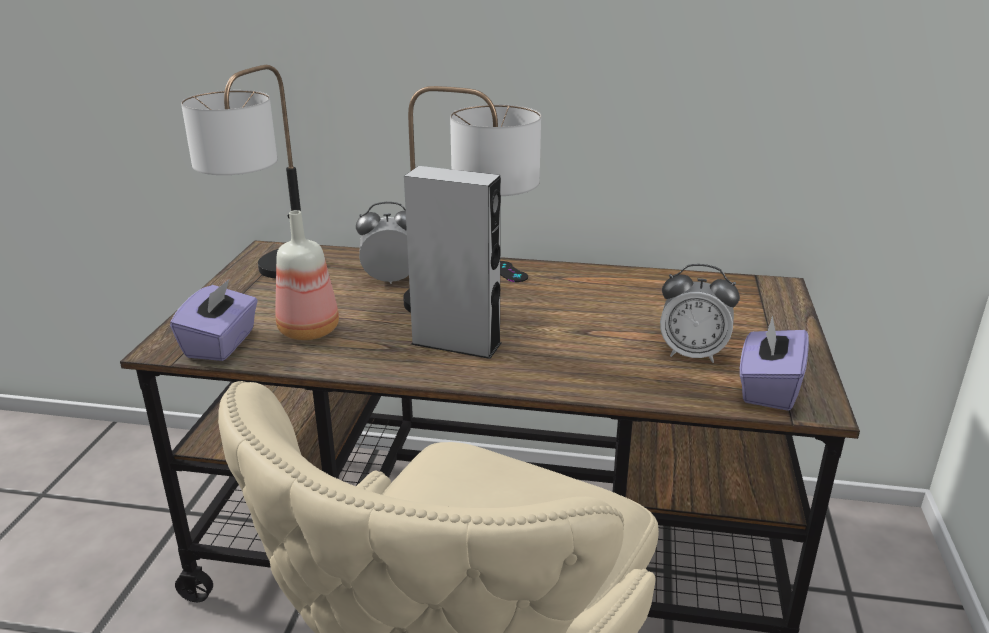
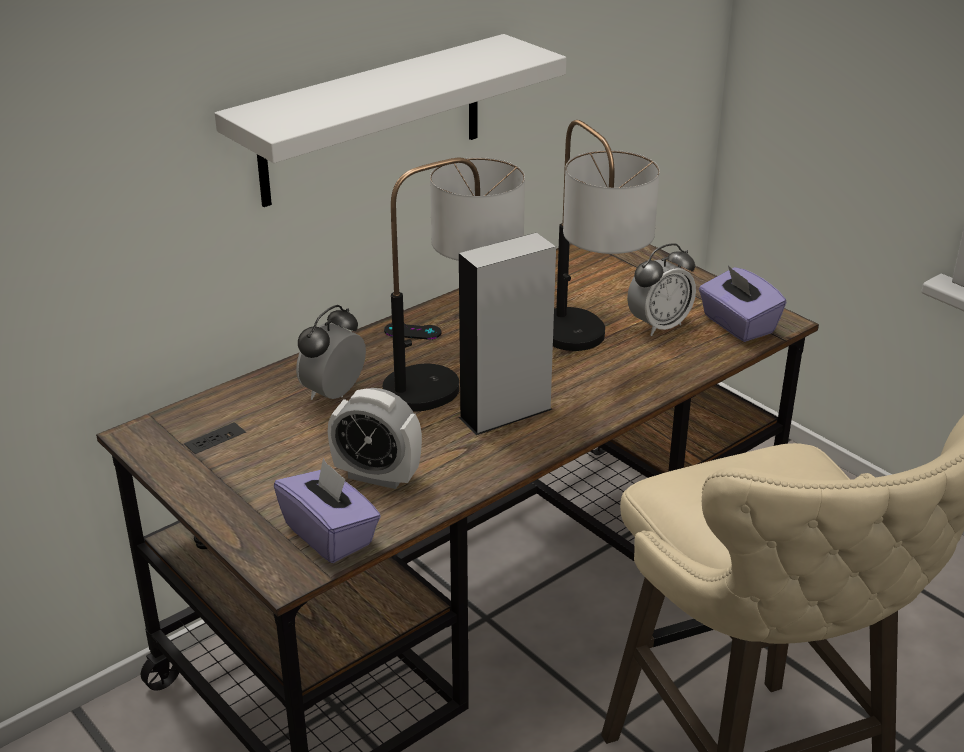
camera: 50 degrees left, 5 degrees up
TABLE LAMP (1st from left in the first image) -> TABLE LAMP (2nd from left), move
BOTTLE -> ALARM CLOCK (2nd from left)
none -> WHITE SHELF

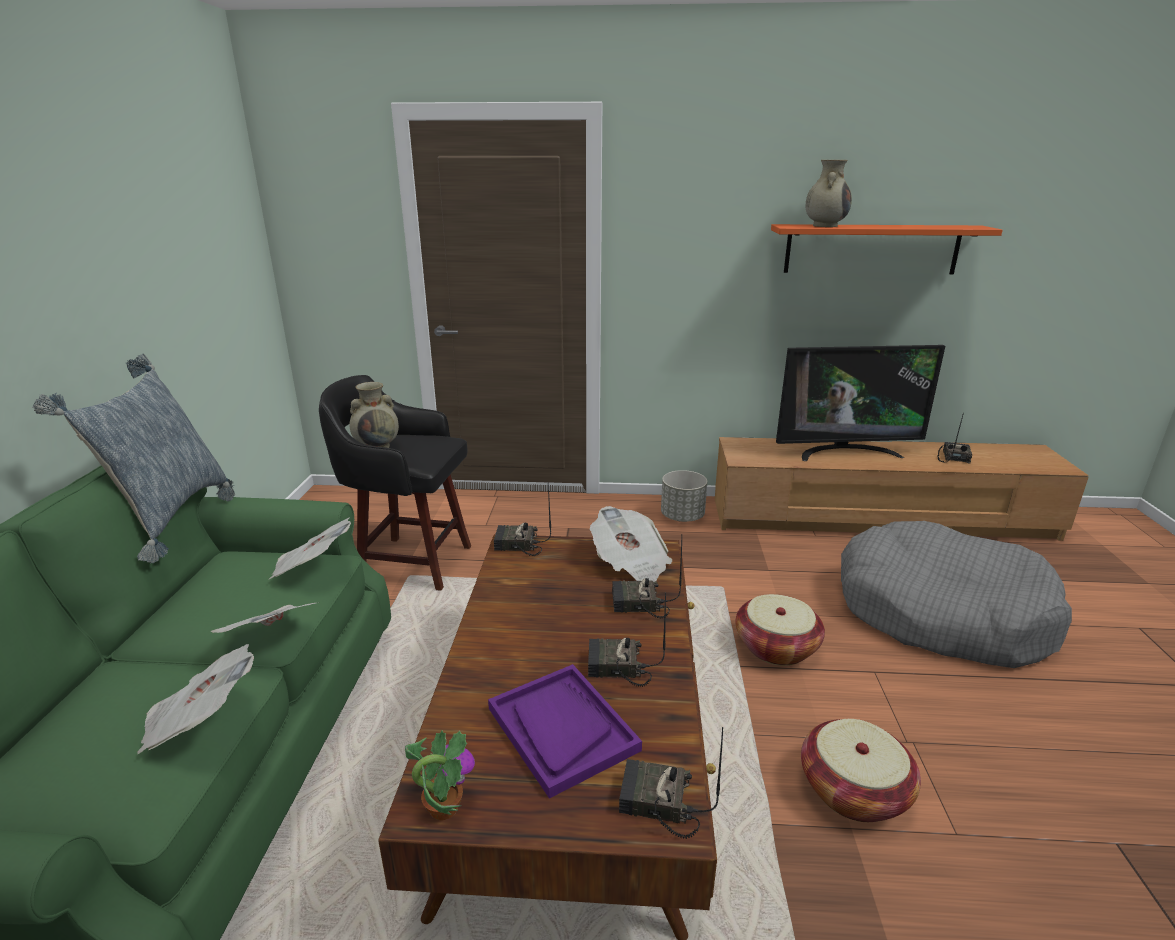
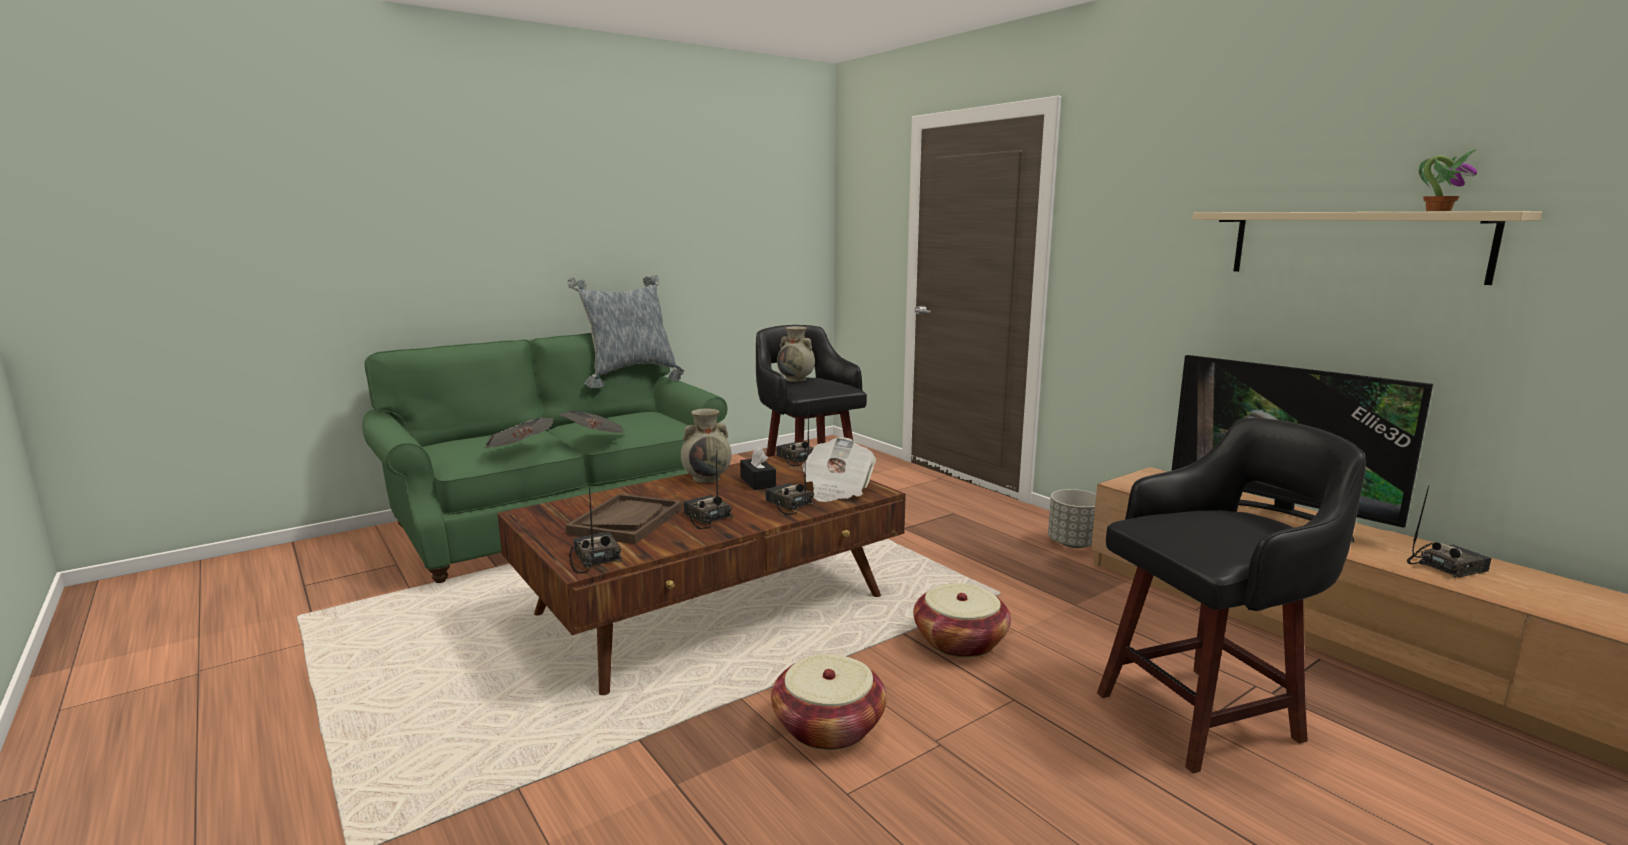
camera: 50 degrees right, 10 degrees down
NEWSPAPER (3rd from left) -> none
POTTED PLANT, move
PURPLE TRAY -> BROWN TRAY
ORANGE SHELF -> BEIGE SHELF
BEIGE VASE (2nd from left in the first image) -> BEIGE VASE (1st from left), move
GREY DOG BED -> BLACK STOOL (2nd from left)
none -> BLACK TISSUE BOX

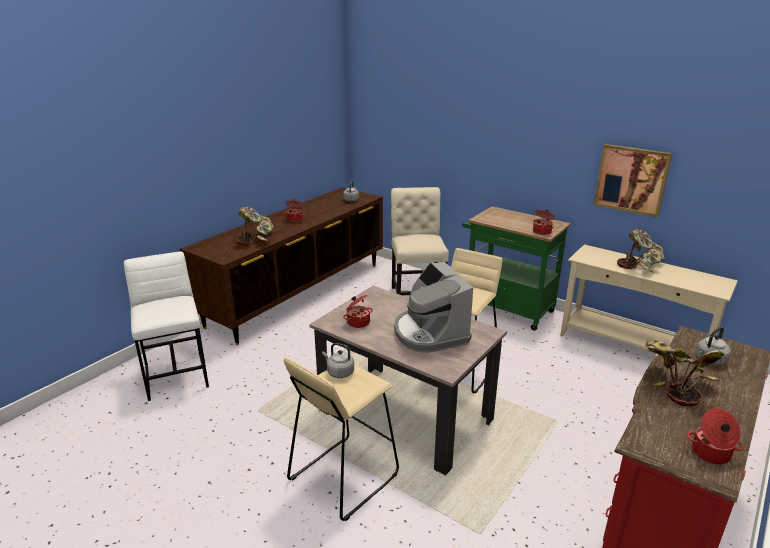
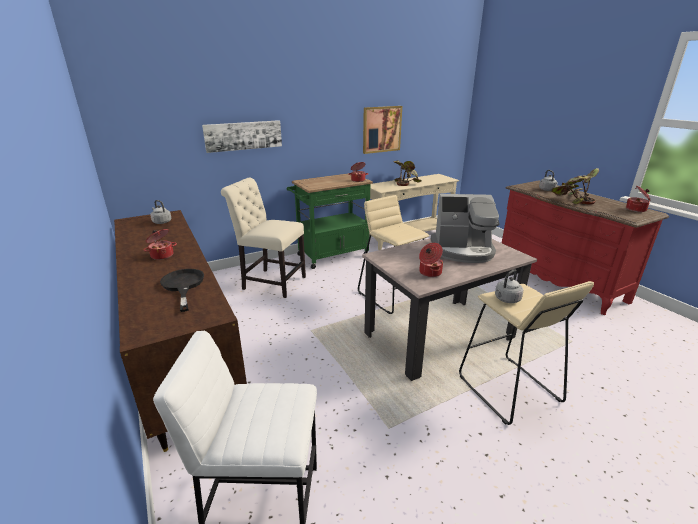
camera: 65 degrees left, 0 degrees up
POTTED PLANT (1st from left) -> BLACK FRYING PAN
none -> PICTURE (1st from left)

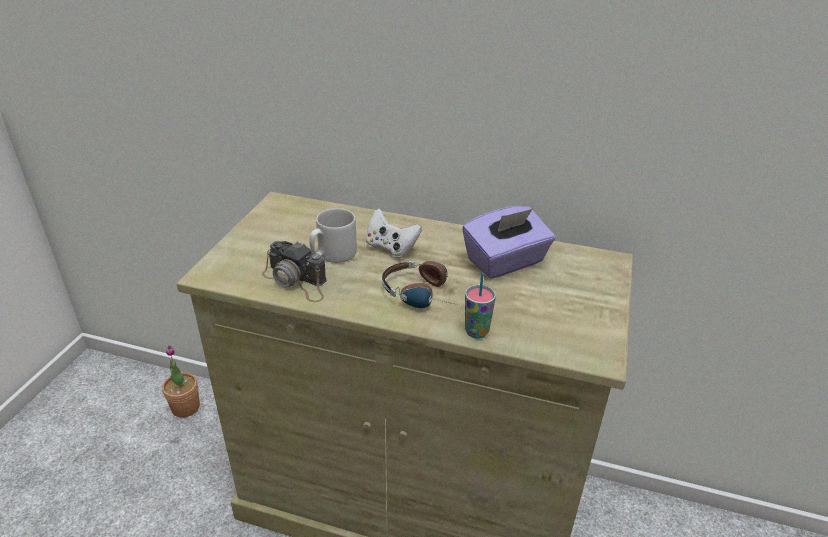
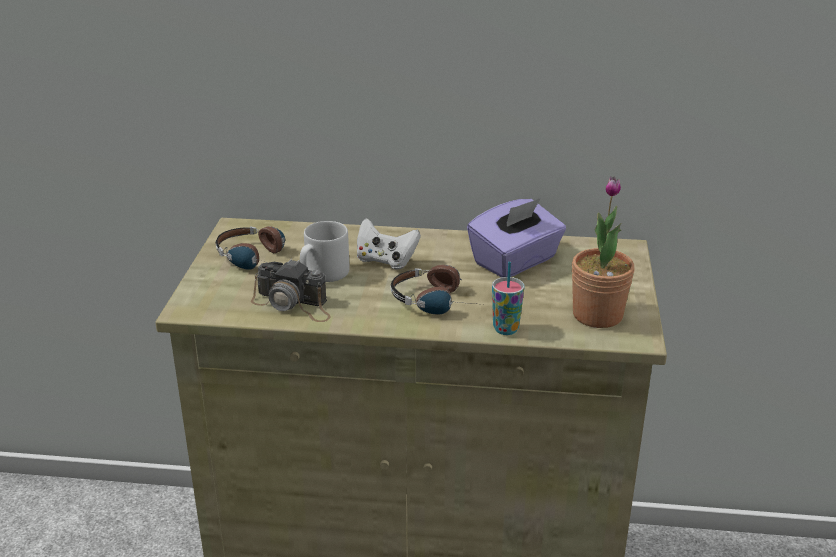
camera: 10 degrees left, 5 degrees down
POTTED PLANT, move
none -> HEADPHONES (1st from left)

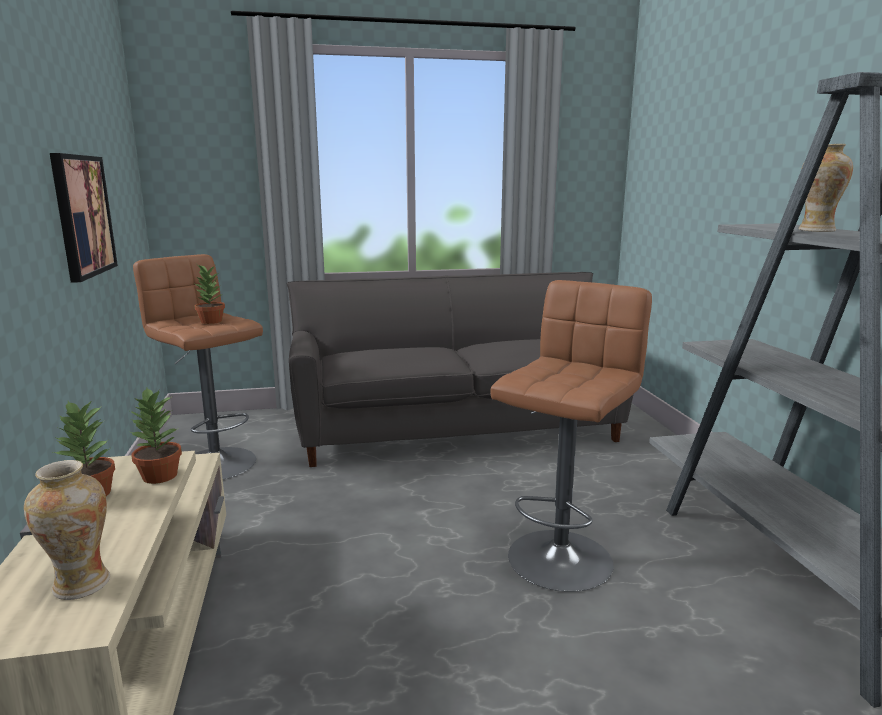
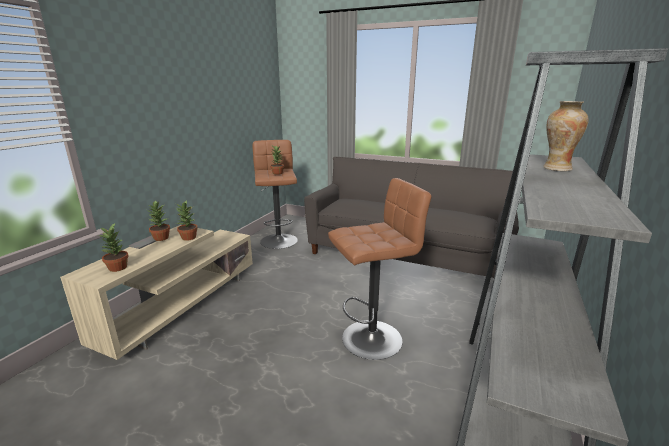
camera: 35 degrees right, 5 degrees up
VASE (1st from left) -> POTTED PLANT (1st from left)
PICTURE -> none

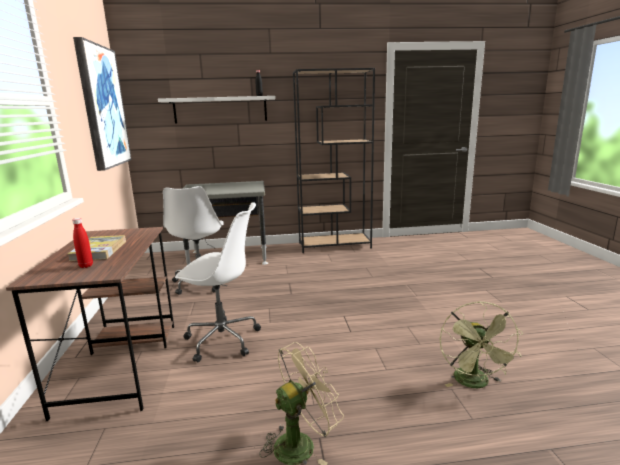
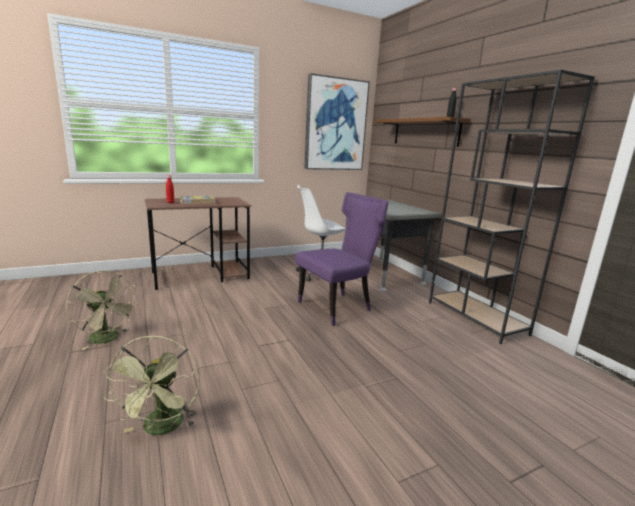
camera: 70 degrees right, 0 degrees up
WHITE SHELF -> BROWN SHELF
WHITE OFFICE CHAIR (2nd from left) -> none
GREEN FAN, 75 degrees counterclockwise
none -> PURPLE CHAIR

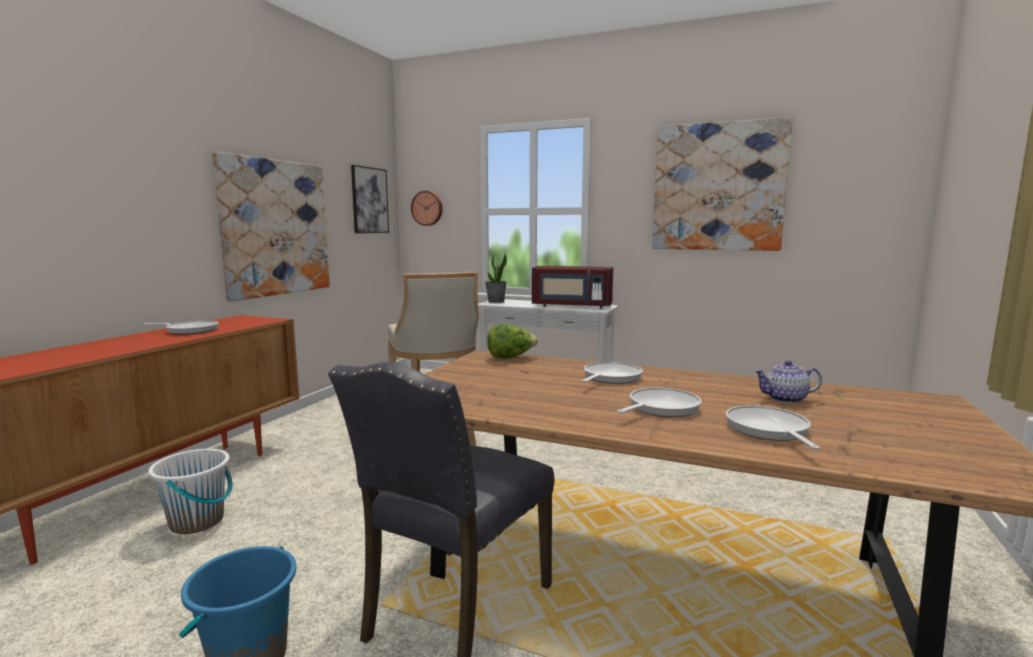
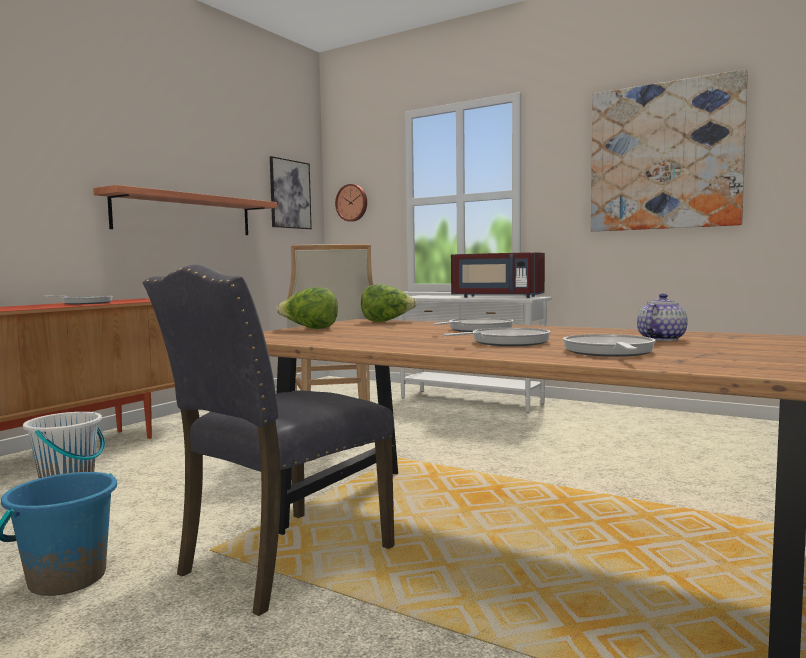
camera: 10 degrees right, 5 degrees down
PICTURE (1st from left) -> SHELF
POTTED PLANT -> none
TEAPOT, 120 degrees clockwise
none -> LETTUCE (1st from left)

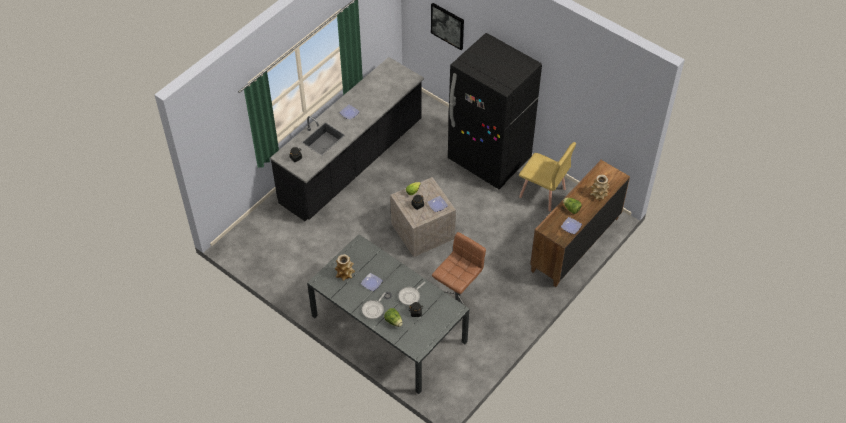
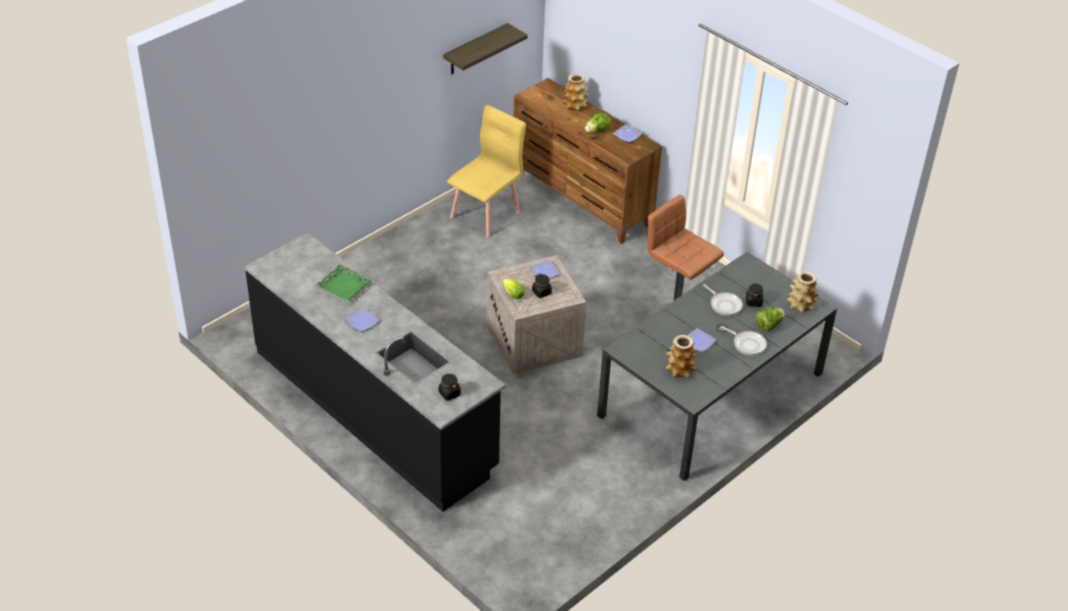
camera: 85 degrees left, 10 degrees down
PICTURE -> none
BLACK FRIDGE -> none
none -> GREEN TRAY
none -> SHELF
none -> VASE (3rd from left)

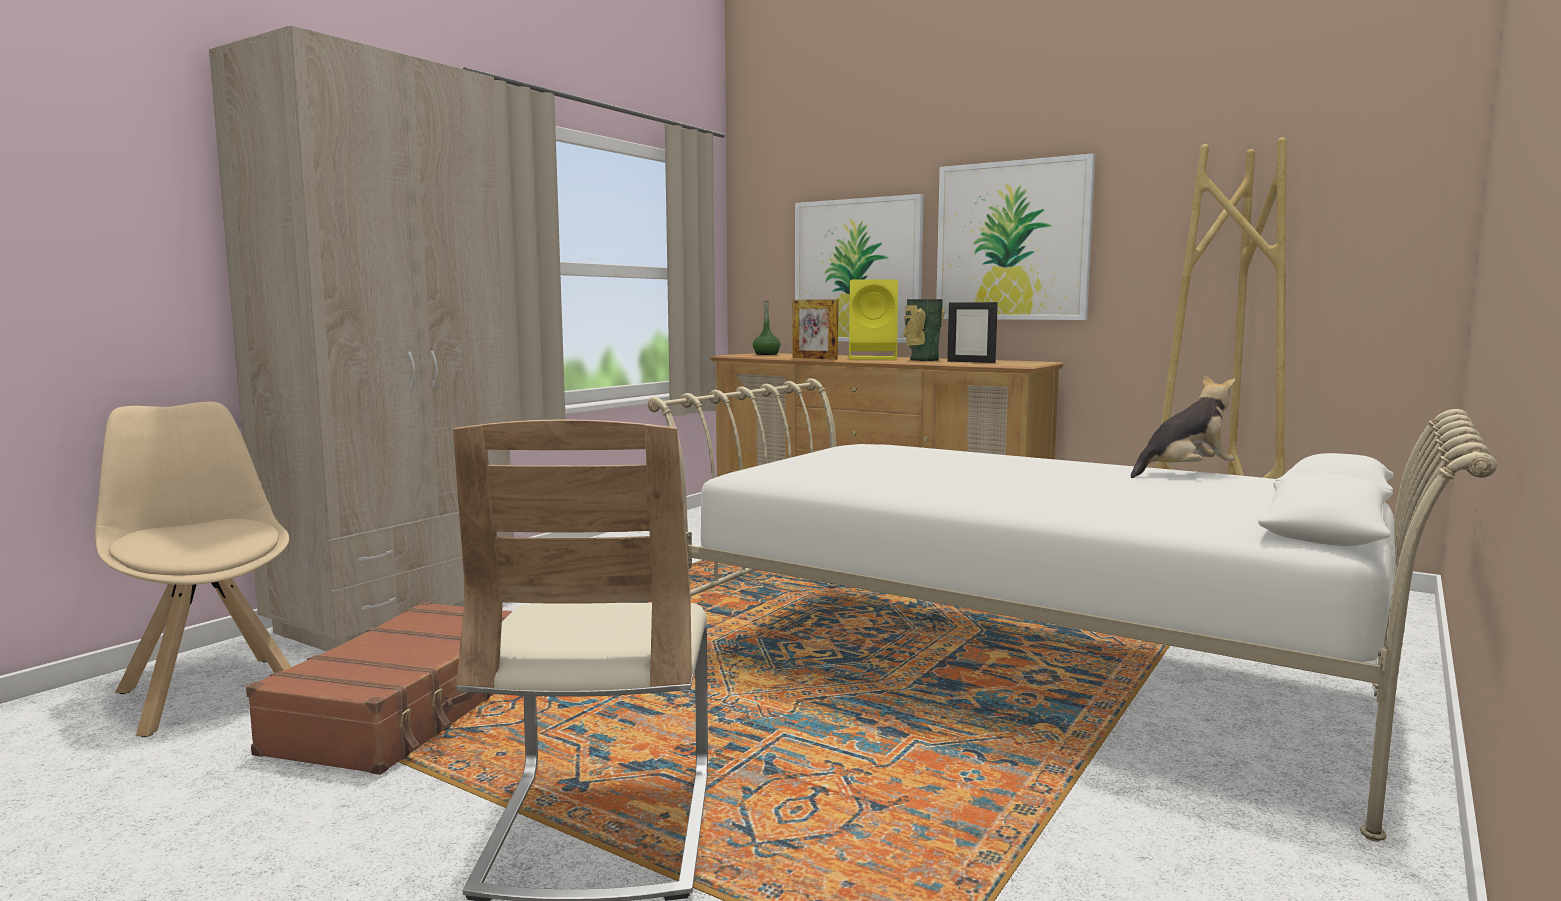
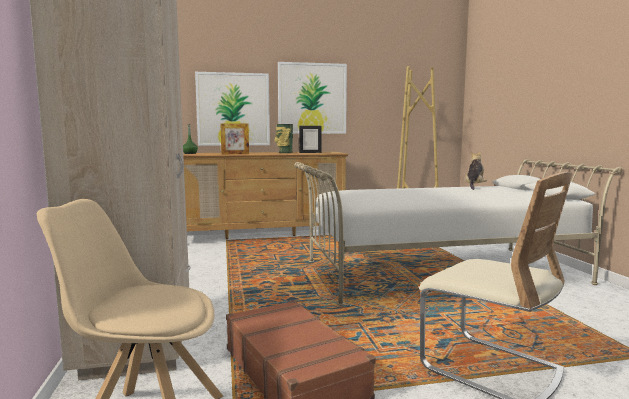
camera: 45 degrees left, 0 degrees up
YELLOW SPEAKER -> none

